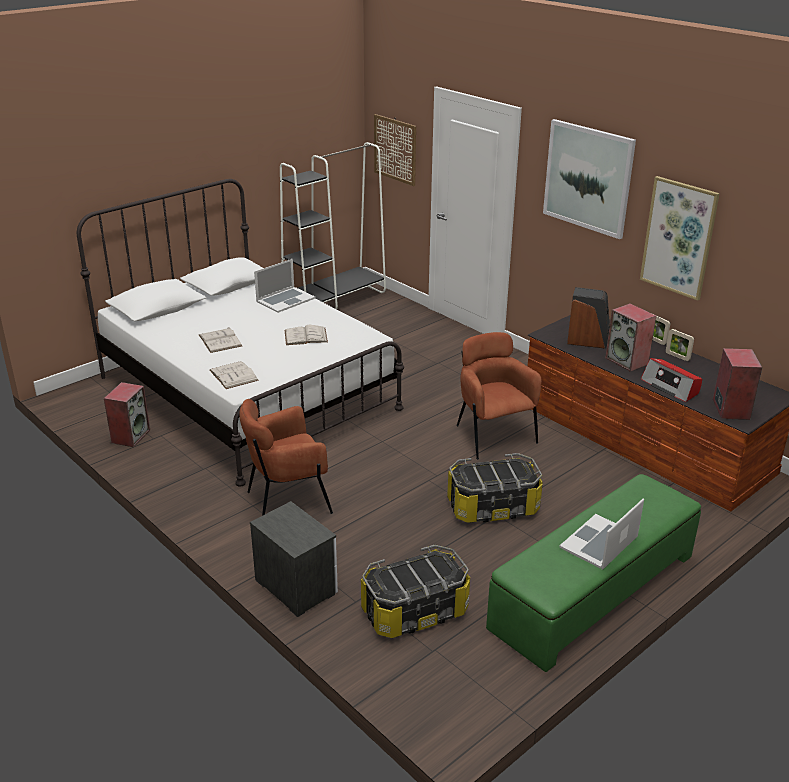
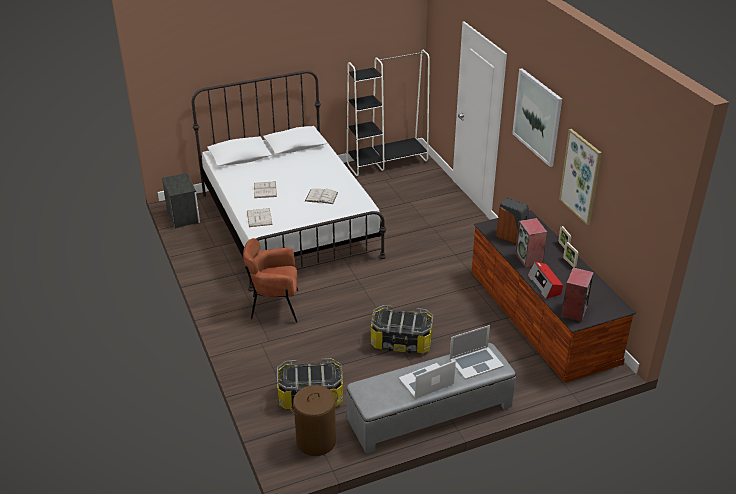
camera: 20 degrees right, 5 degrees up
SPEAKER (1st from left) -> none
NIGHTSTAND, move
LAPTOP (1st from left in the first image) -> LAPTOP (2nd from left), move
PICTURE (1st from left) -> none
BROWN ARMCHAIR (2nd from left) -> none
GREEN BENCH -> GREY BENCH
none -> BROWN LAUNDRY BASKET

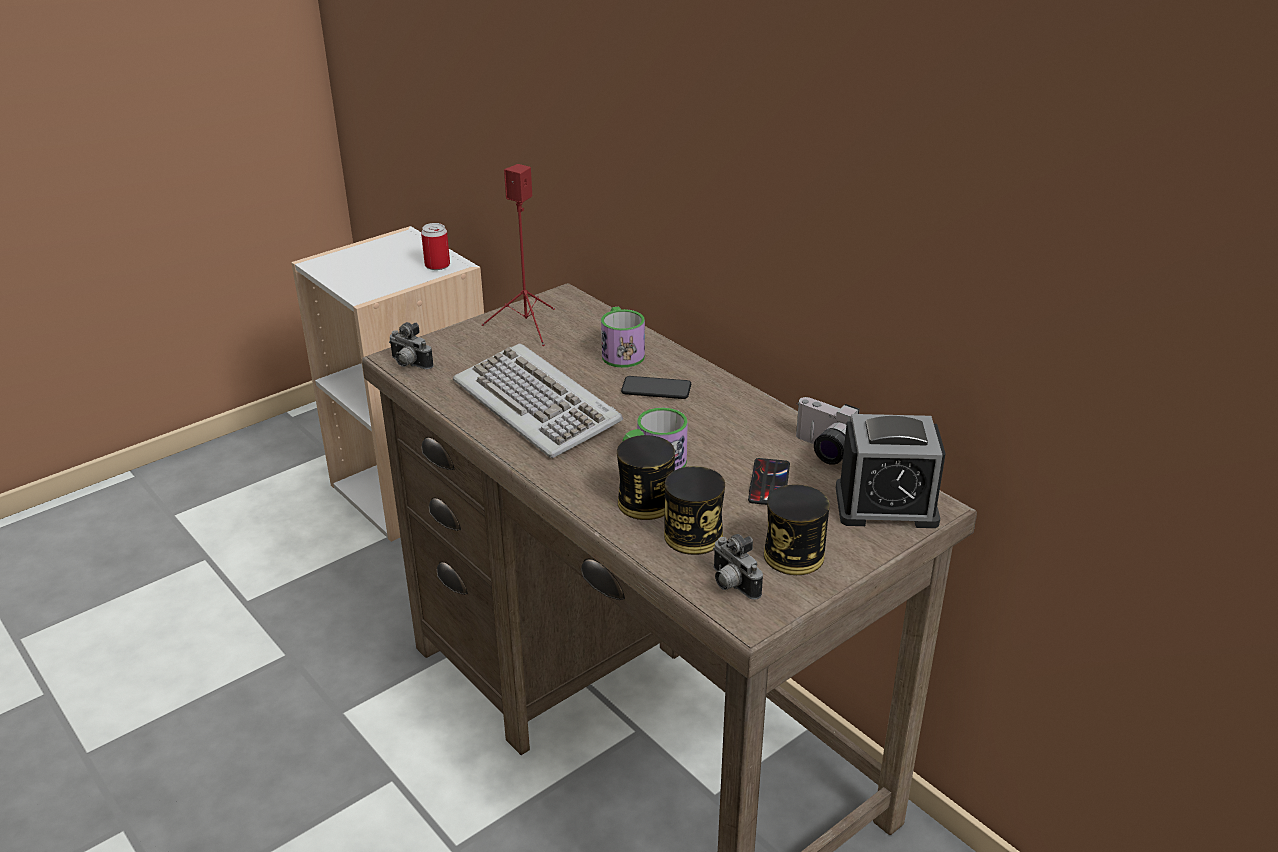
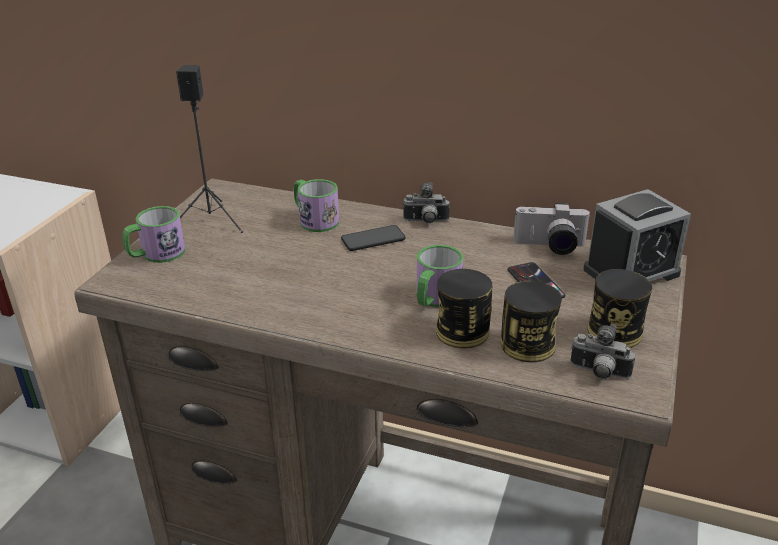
camera: 30 degrees left, 0 degrees up
PHOTO CAMERA (1st from left), move
CAN (1st from left) -> none
KEYBOARD -> none
RED SPEAKER -> BLACK SPEAKER
none -> MUG (1st from left)

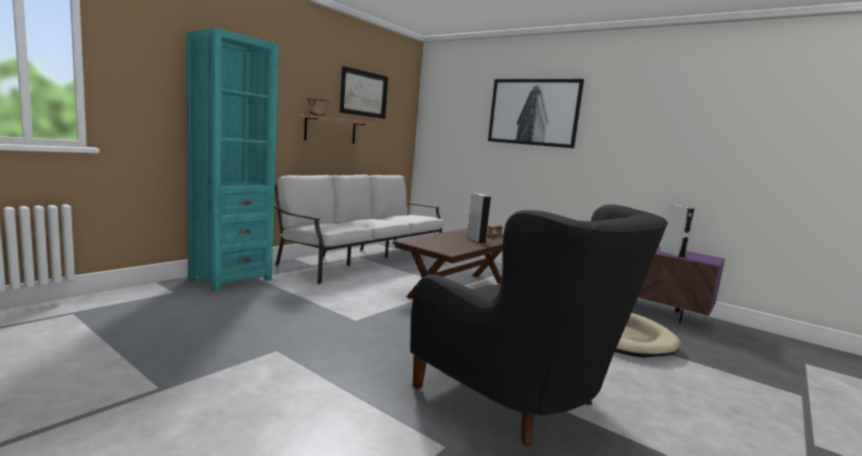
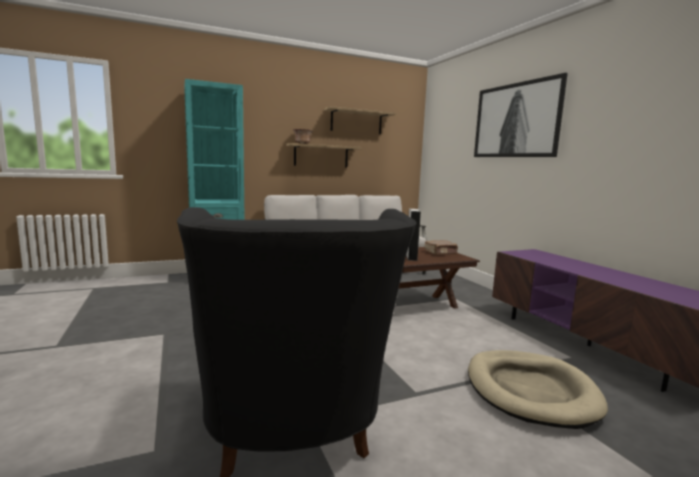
camera: 30 degrees right, 0 degrees up
PICTURE (1st from left) -> SHELF (2nd from left)
GREY SPEAKER (2nd from left) -> none

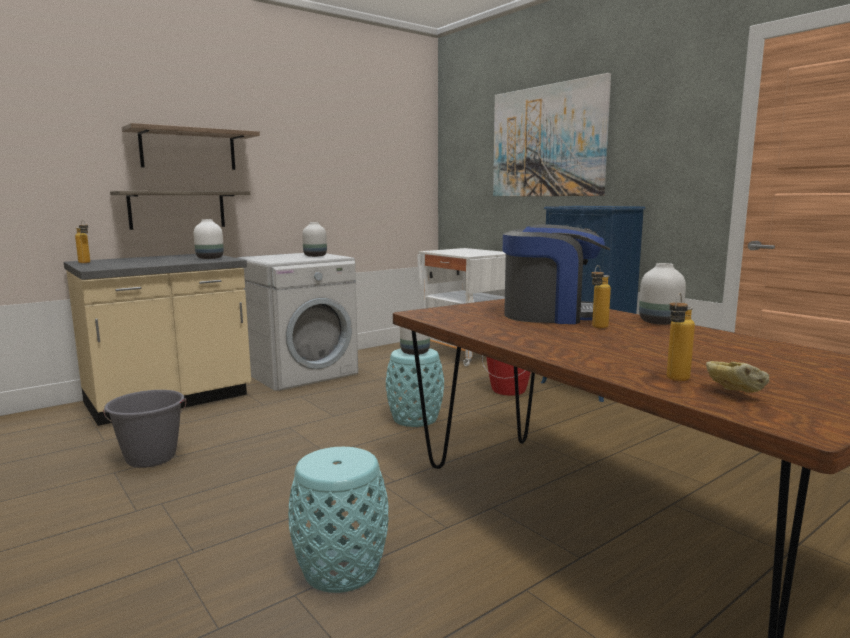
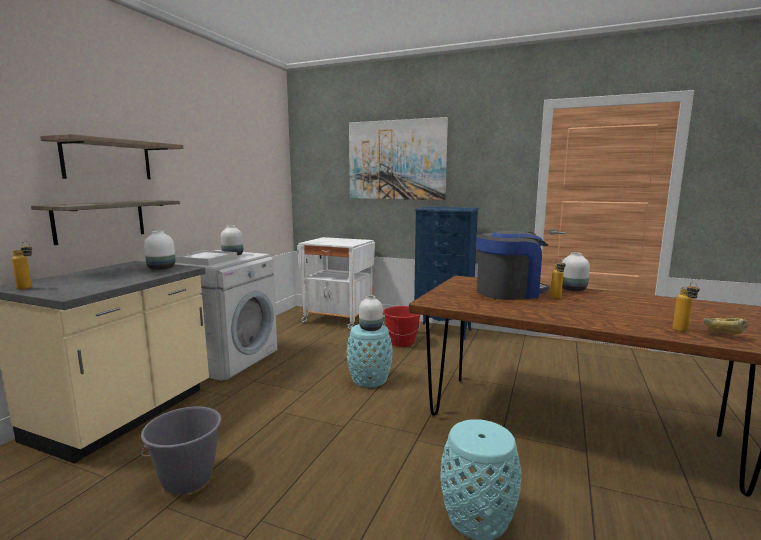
camera: 30 degrees left, 0 degrees up
none -> WHITE TRAY

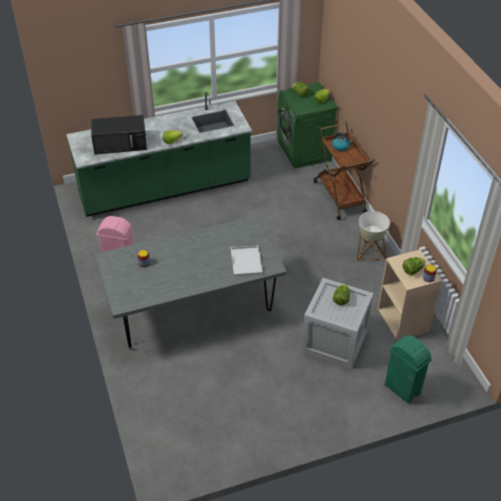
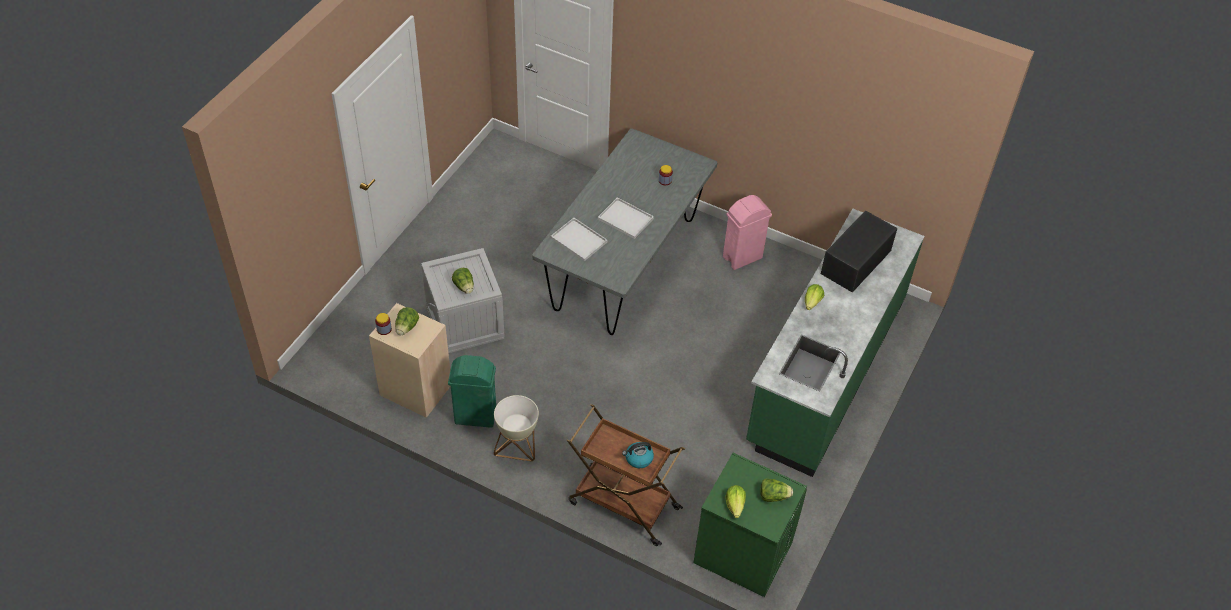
camera: 135 degrees right, 5 degrees up
GREEN TRASH CAN, move
none -> WHITE TRAY (2nd from left)

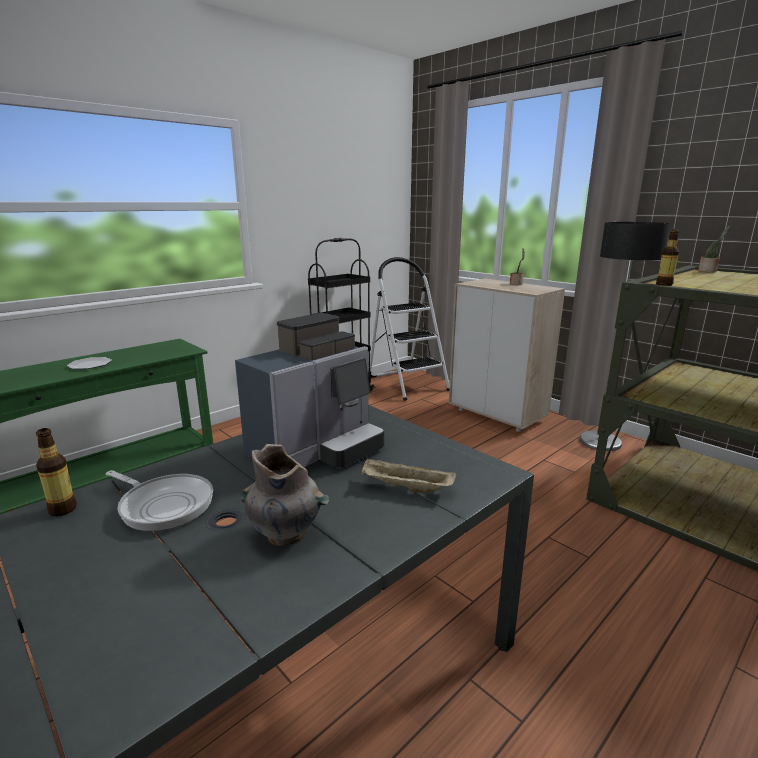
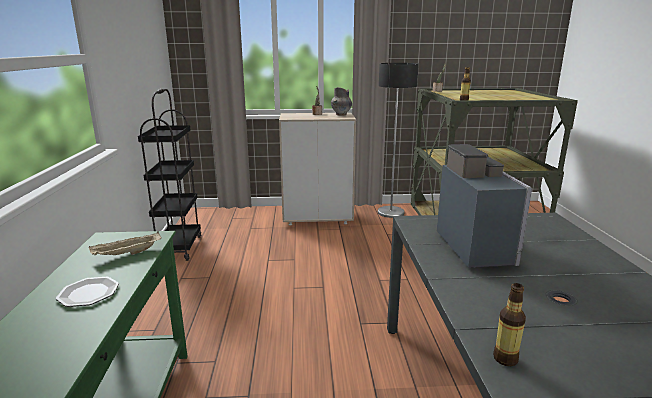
camera: 50 degrees left, 0 degrees up
FRYING PAN -> none
GREY VASE, move
BEIGE TRAY, move
STEP LADDER -> none

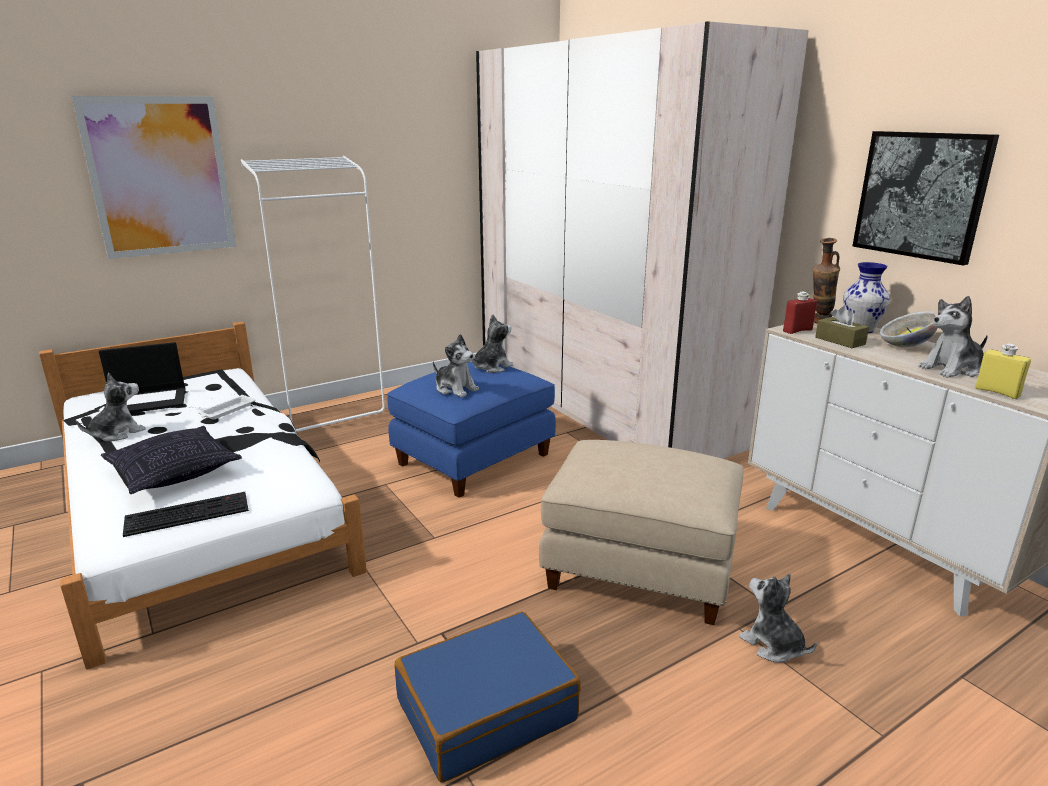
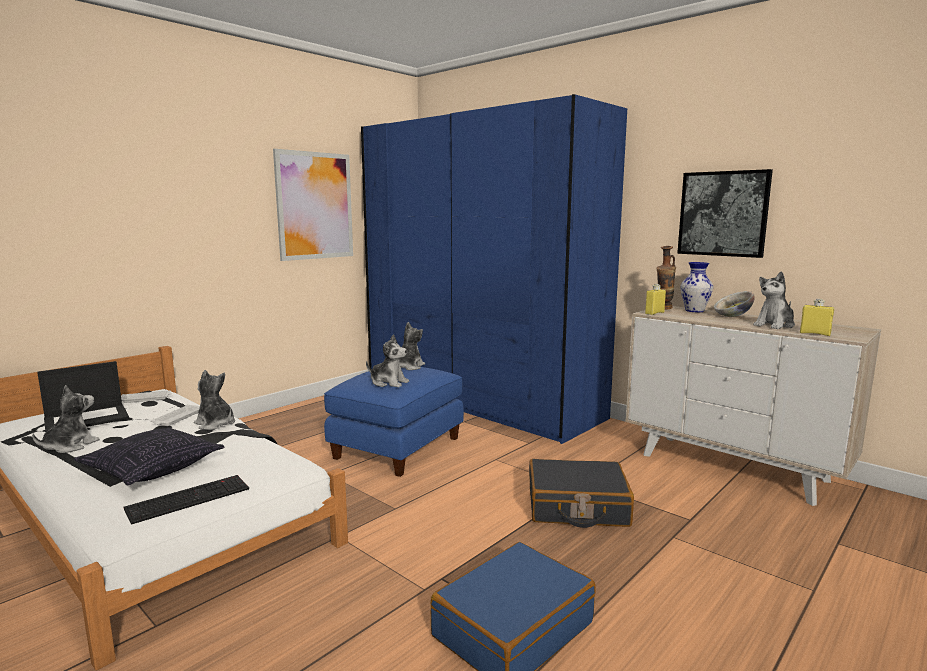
camera: 15 degrees left, 10 degrees down
PICTURE (1st from left), move
WHITE CLOTHES RACK -> none
BEIGE WARDROBE -> BLUE WARDROBE
BEIGE OTTOMAN -> BLACK SUITCASE
PLUSH TOY (4th from left in the first image) -> PLUSH TOY (2nd from left), move
RED BOTTLE -> YELLOW BOTTLE (1st from left)
BROWN TISSUE BOX -> none
none -> WHITE TRAY (1st from left)

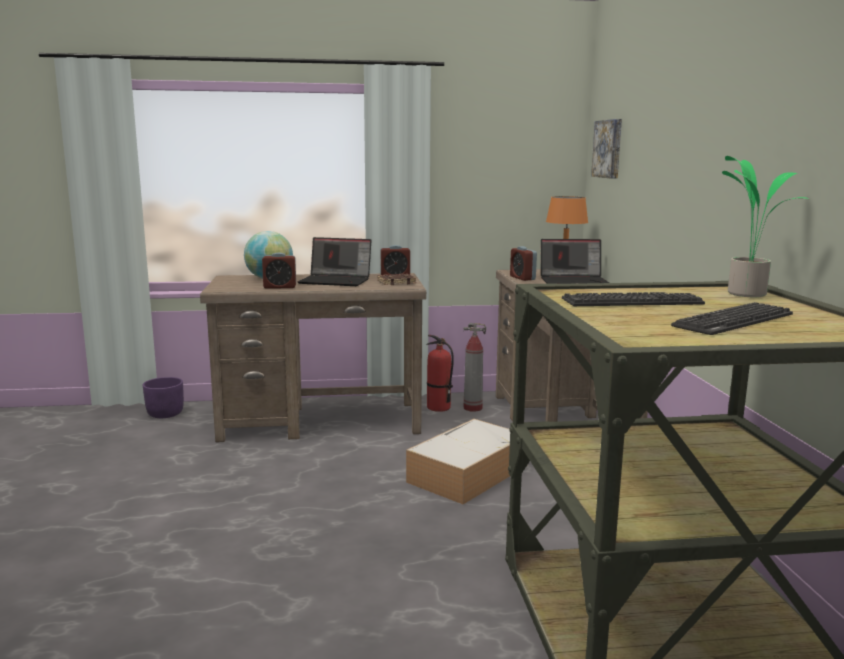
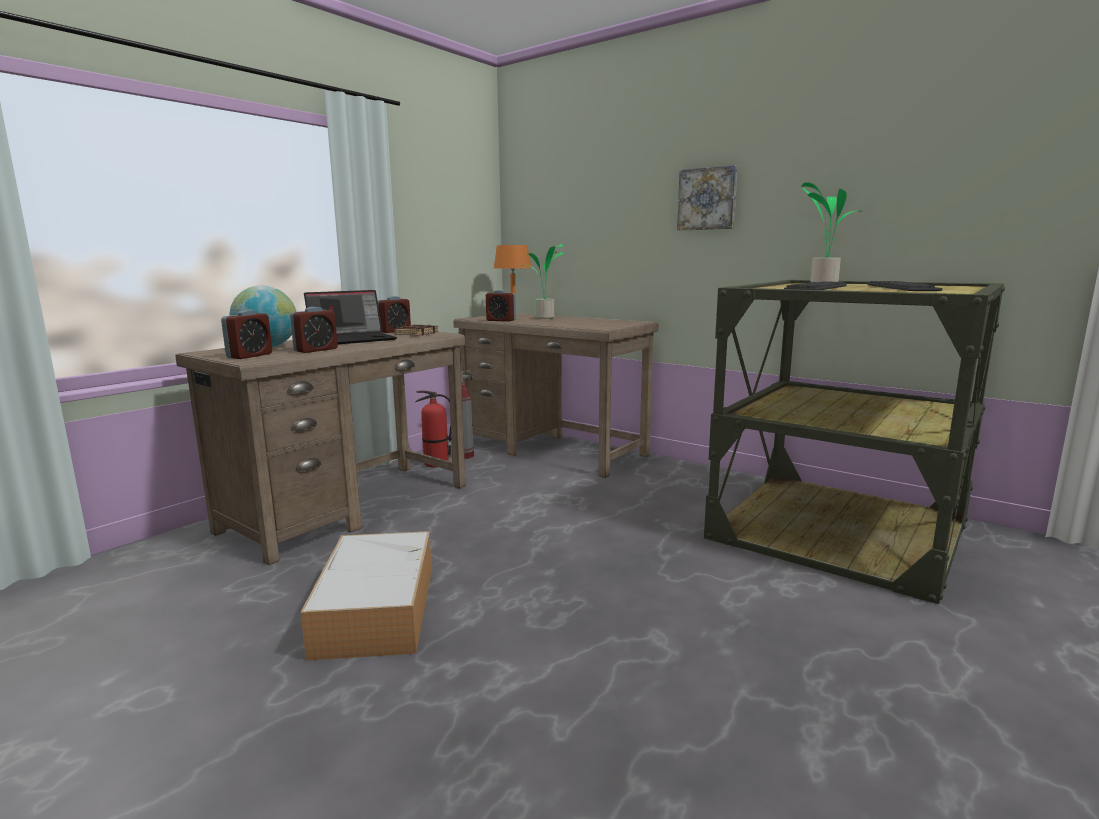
camera: 45 degrees left, 0 degrees up
PURPLE PLANTER -> none
STORAGE BOX, move
LAPTOP (2nd from left) -> POTTED PLANT (1st from left)
PICTURE, move
none -> ALARM CLOCK (1st from left)

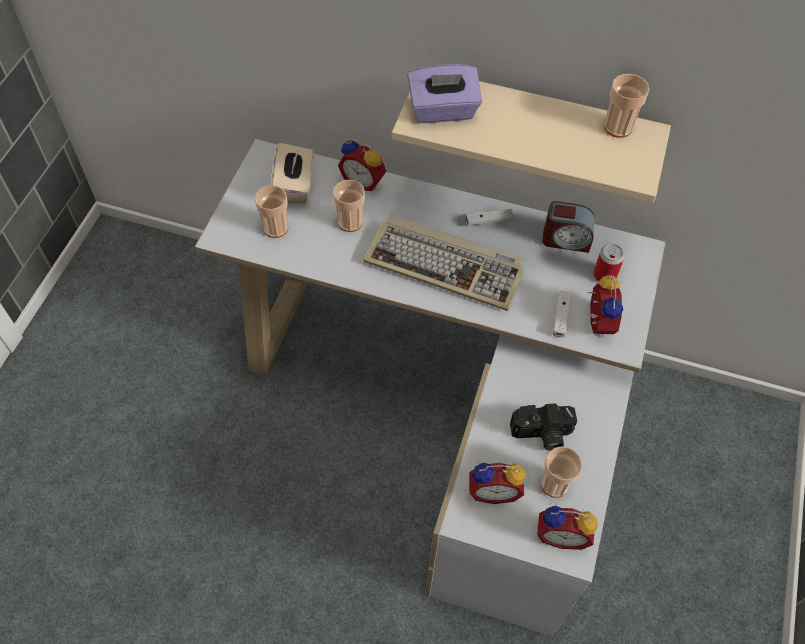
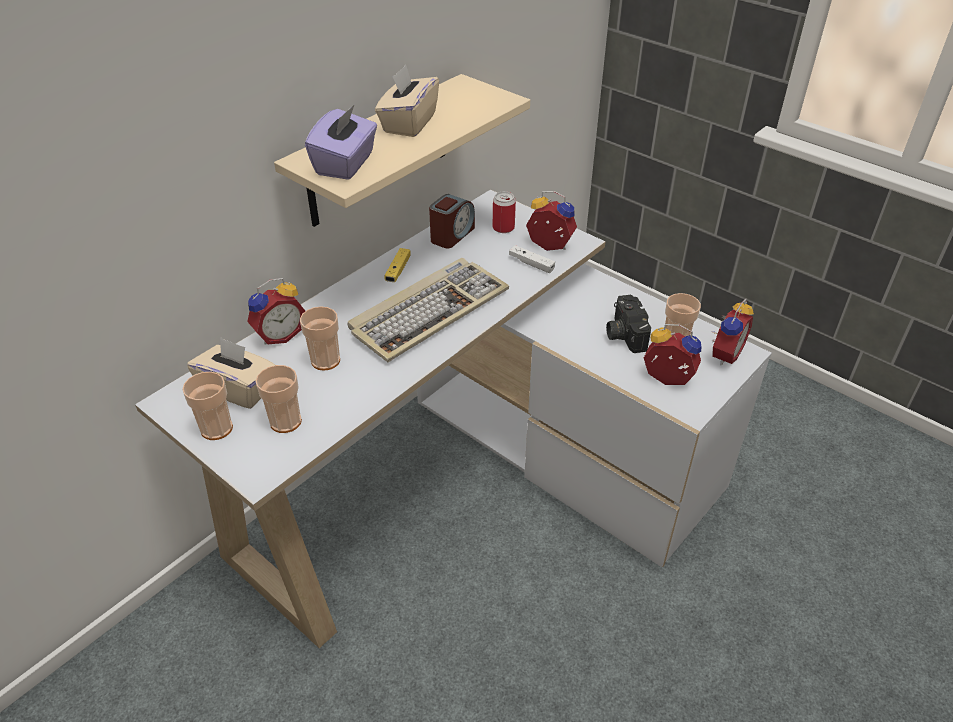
camera: 65 degrees left, 15 degrees down
WHITE GAME CONTROLLER (1st from left) -> YELLOW GAME CONTROLLER
ALARM CLOCK (2nd from left in the first image) -> ALARM CLOCK (4th from left), 90 degrees counterclockwise
PHOTO CAMERA, 150 degrees clockwise
CUP (4th from left in the first image) -> CUP (1st from left), move
none -> BEIGE TISSUE BOX (2nd from left)

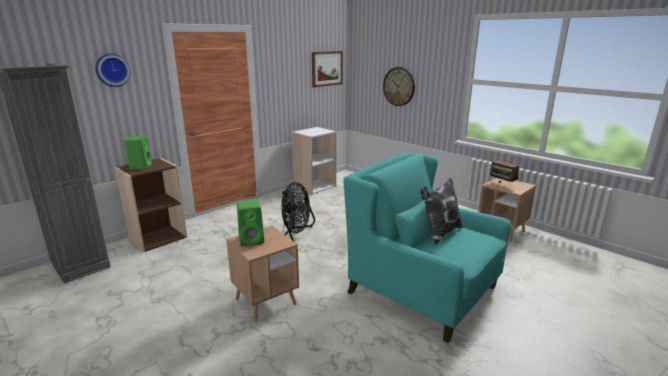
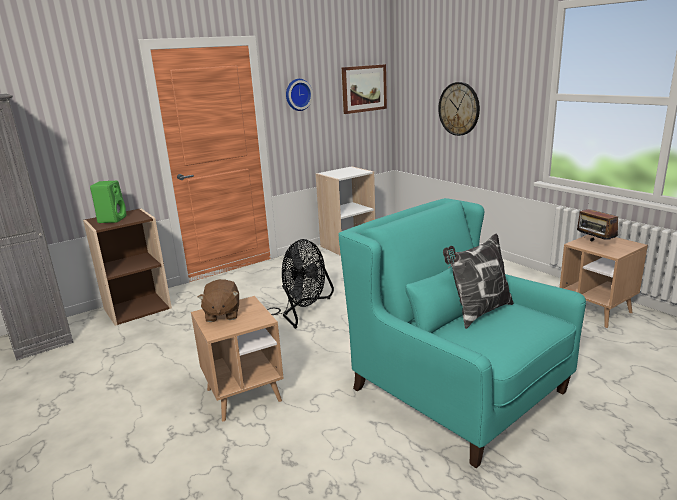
camera: 10 degrees right, 0 degrees up
WALL CLOCK (1st from left), move
GREEN SPEAKER (2nd from left) -> BROWN PLUSH TOY

